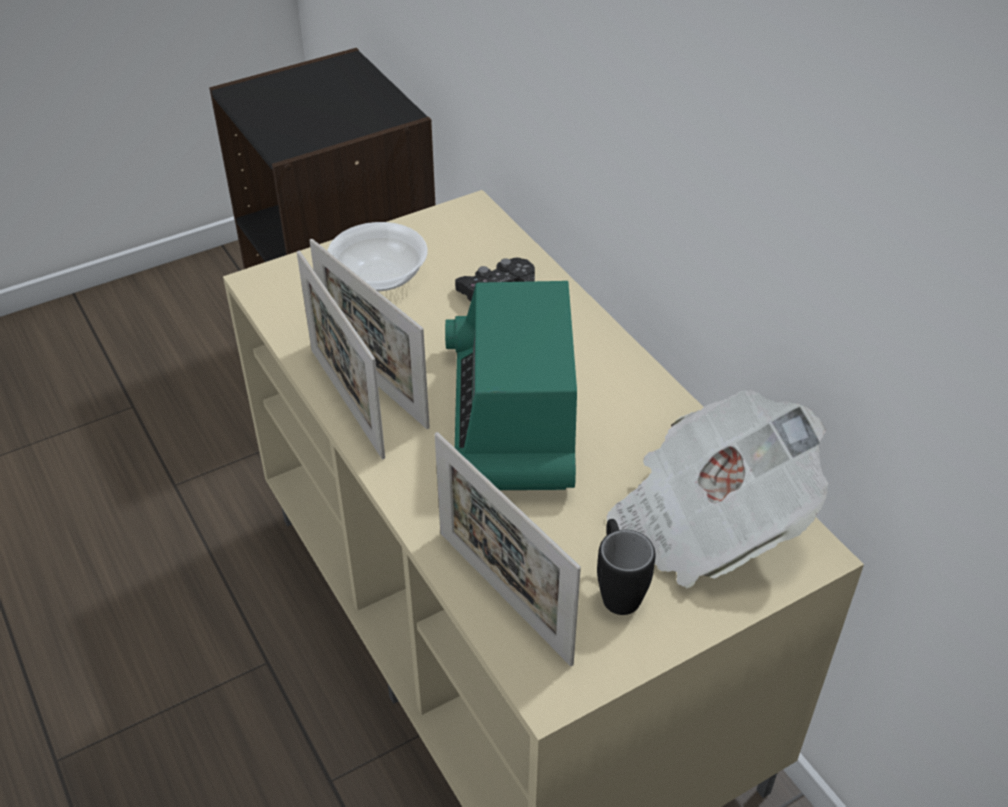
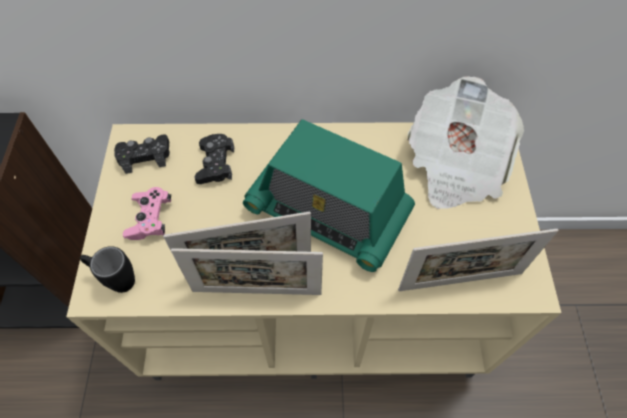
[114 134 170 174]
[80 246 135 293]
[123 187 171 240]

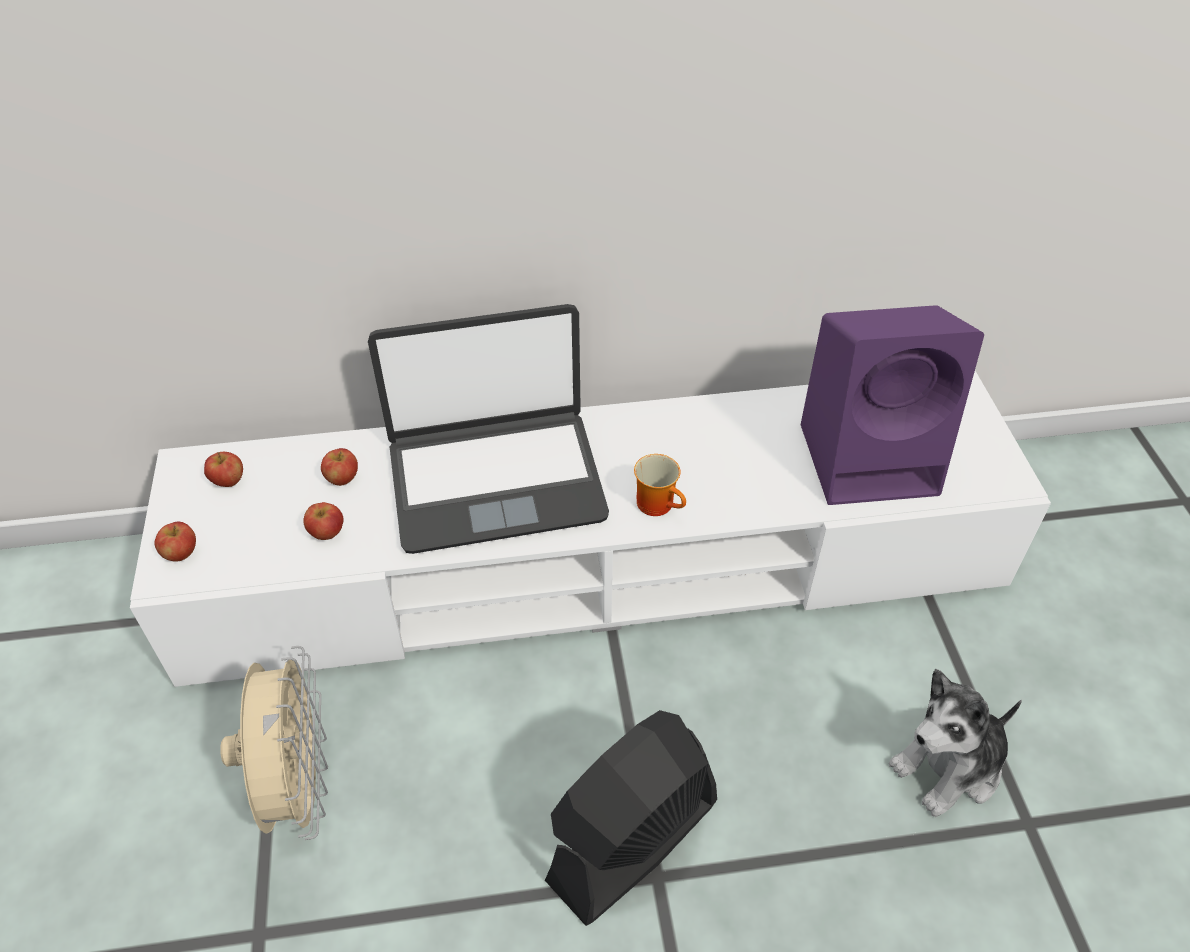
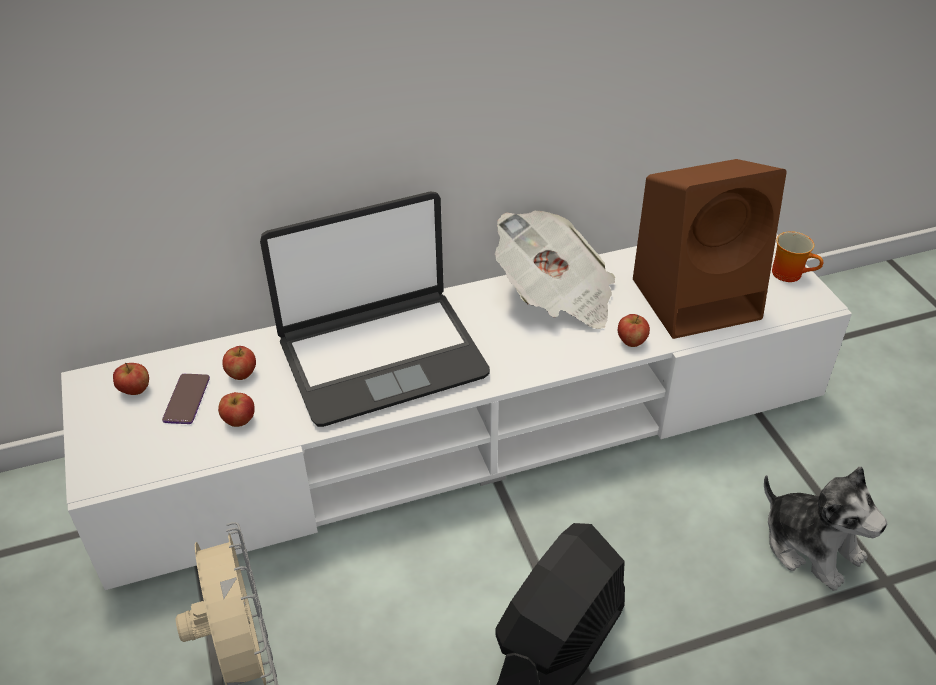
[162 374 210 424]
[495 211 615 329]
[618 314 650 347]
[772 231 823 282]
[633 159 786 339]
[764 467 887 591]

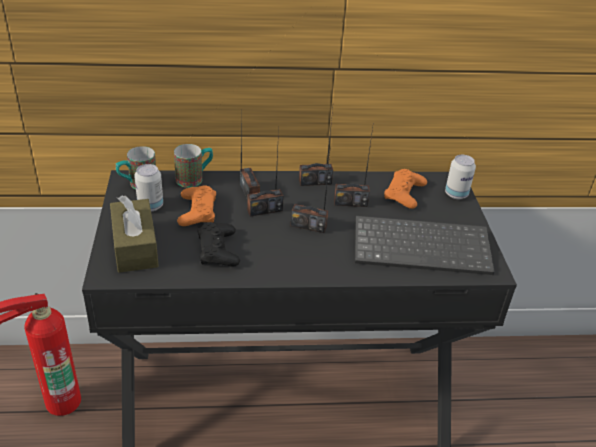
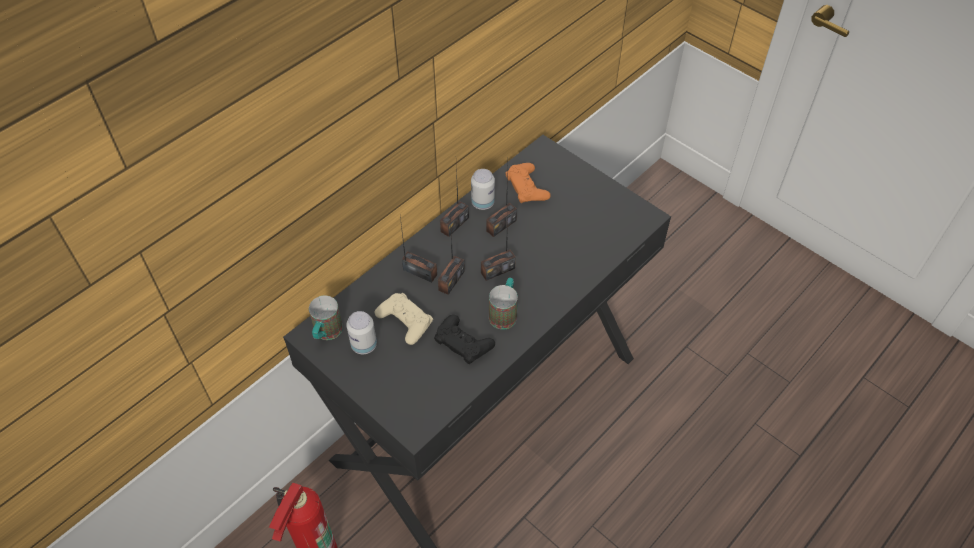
[110 195 159 273] (first image)
[355 216 495 275] (first image)
[489 278 518 329]
[471 169 495 210]
[375 293 433 345]

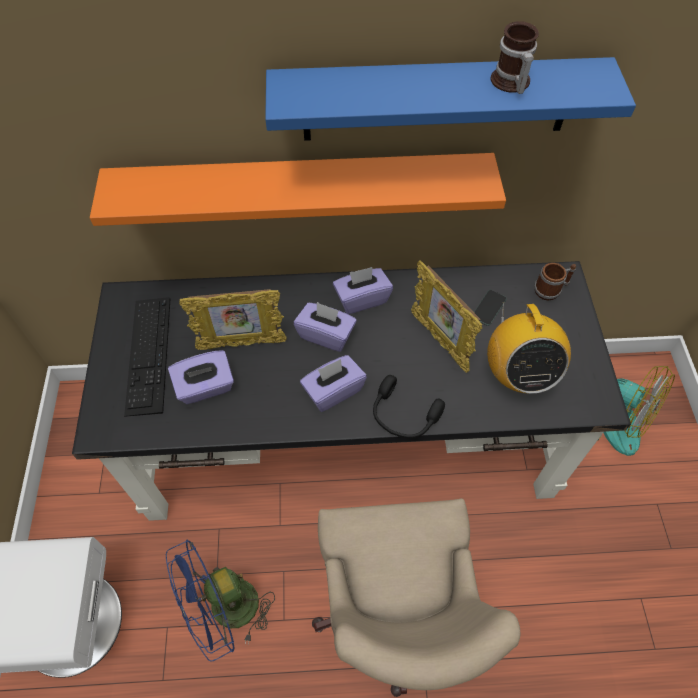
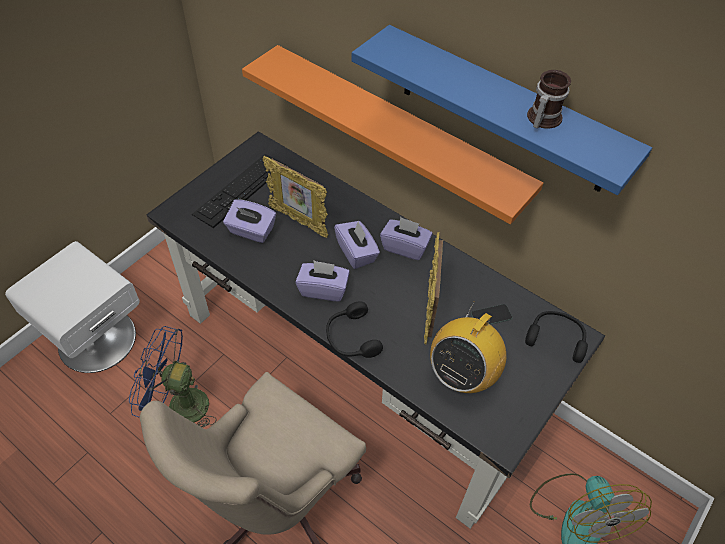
[525 311 588 363]

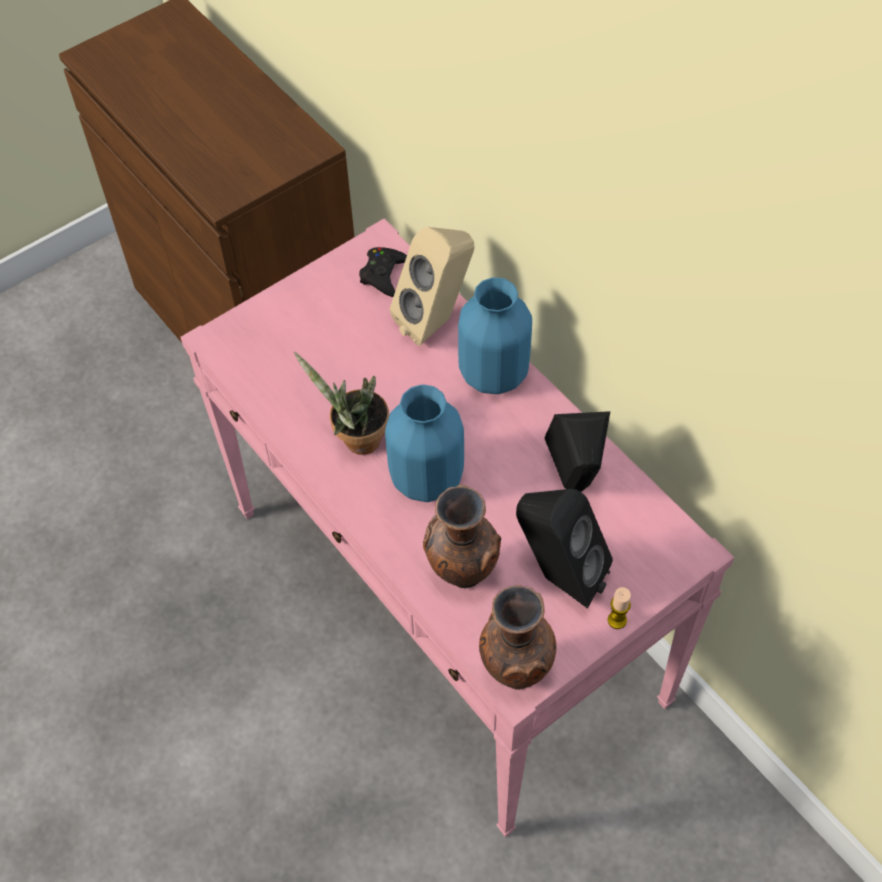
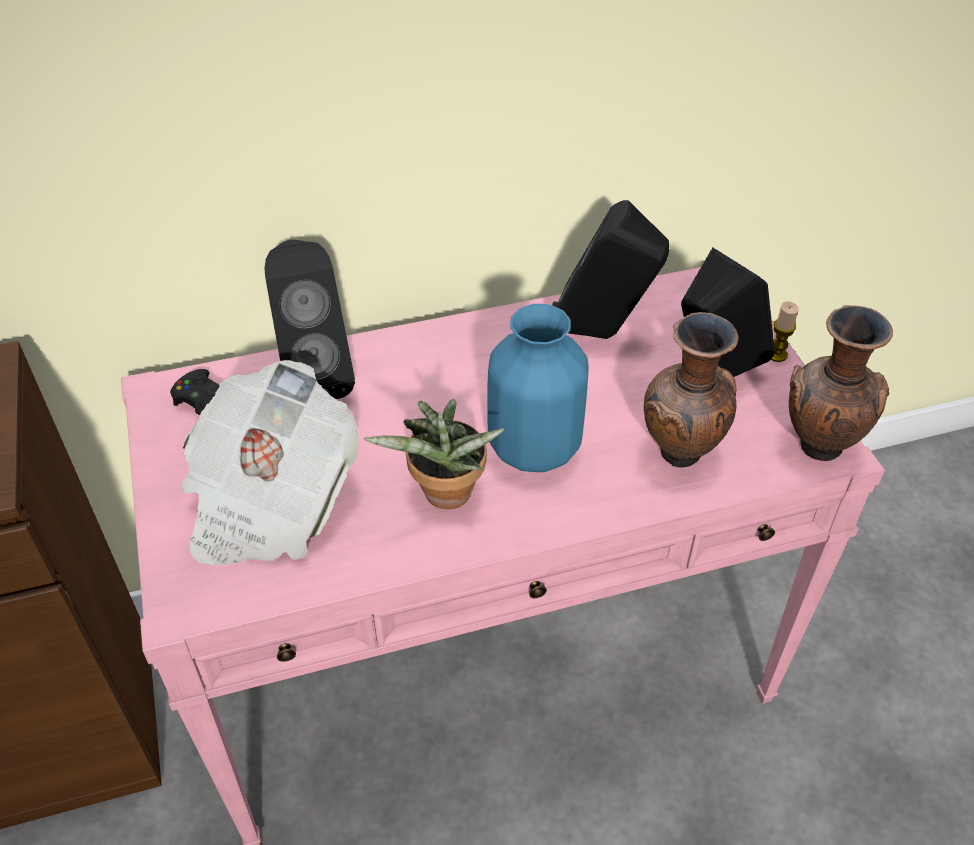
[458 277 532 394] (first image)
[181 360 359 565]
[264 240 355 399]

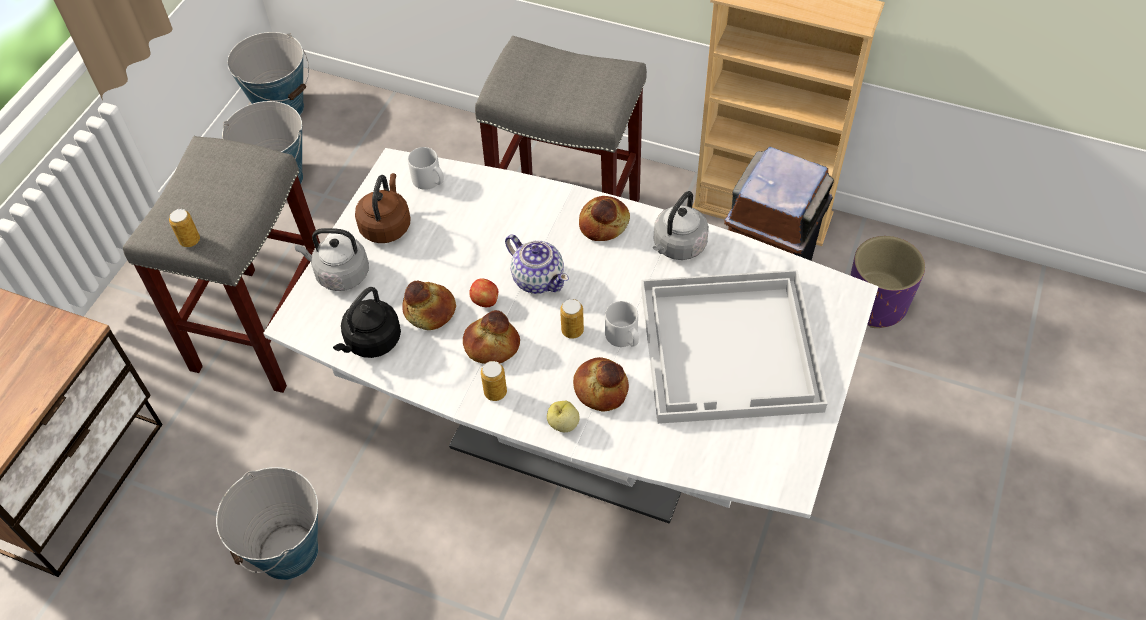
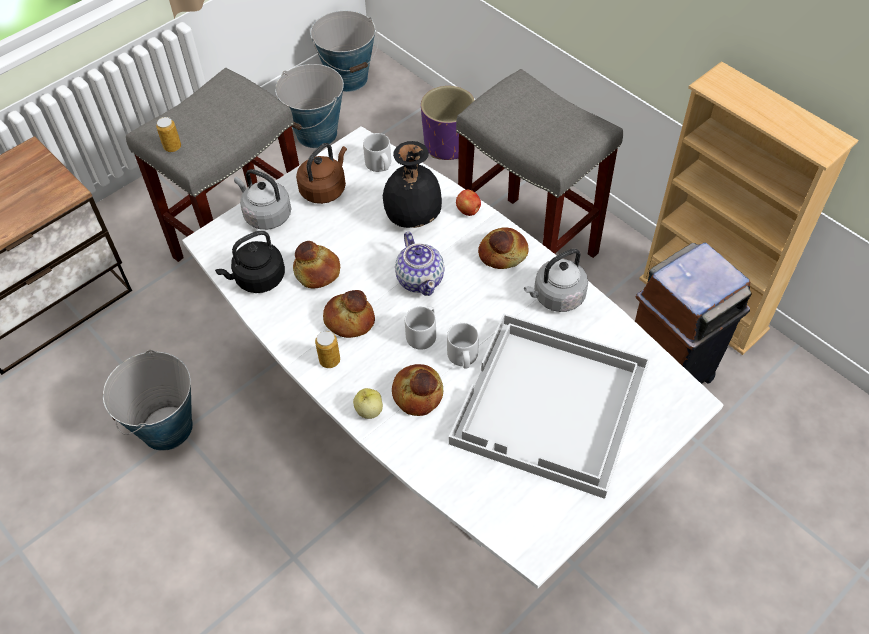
[383 141 442 228]
[456 190 481 216]
[421 86 475 160]
[405 306 436 350]

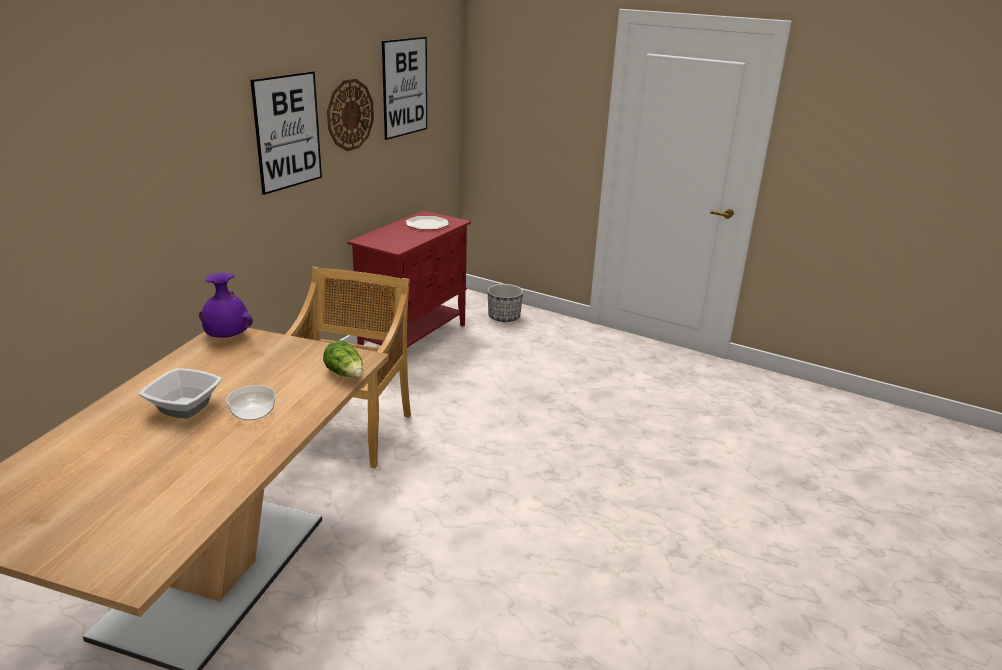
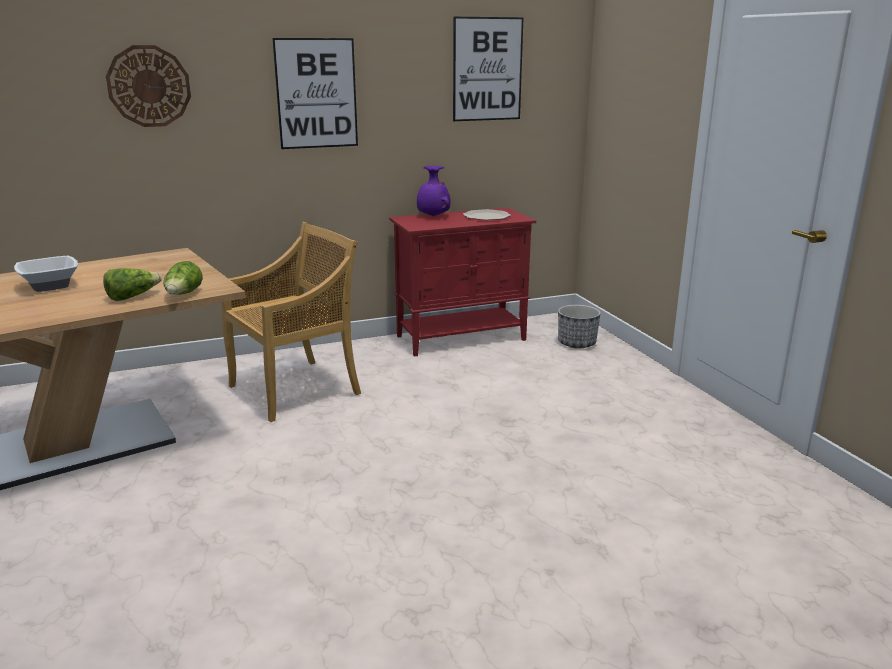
[226 385 276 420] (first image)
[103 268 162 301]
[417 166 451 216]
[106 45 191 127]

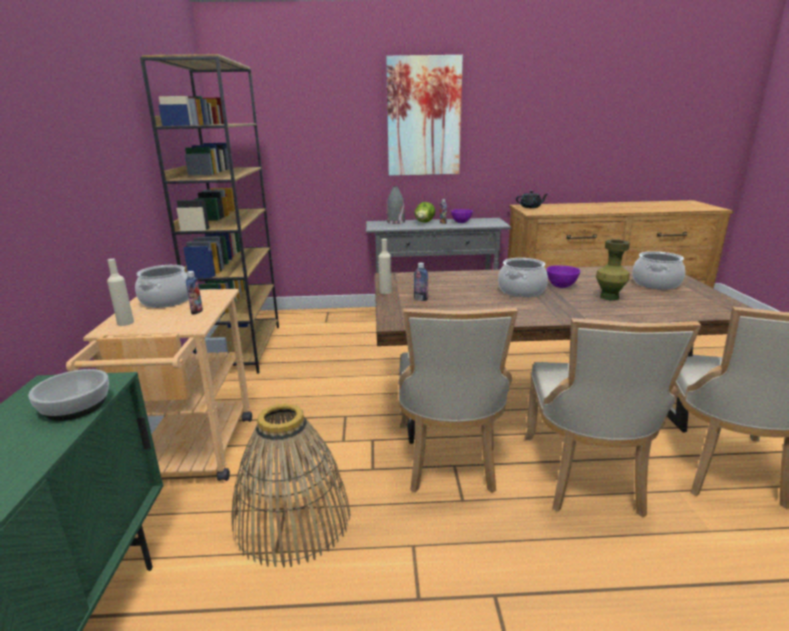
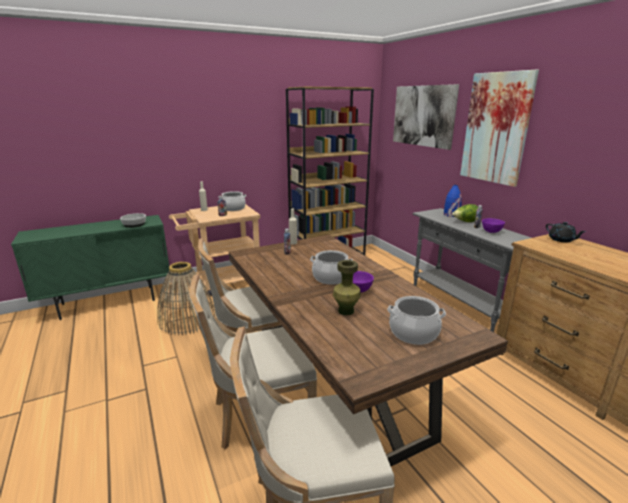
[393 84 459 150]
[444 185 462 217]

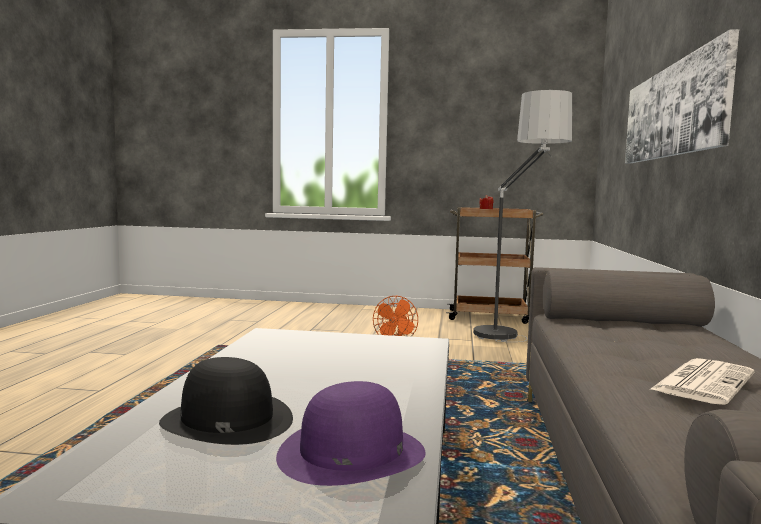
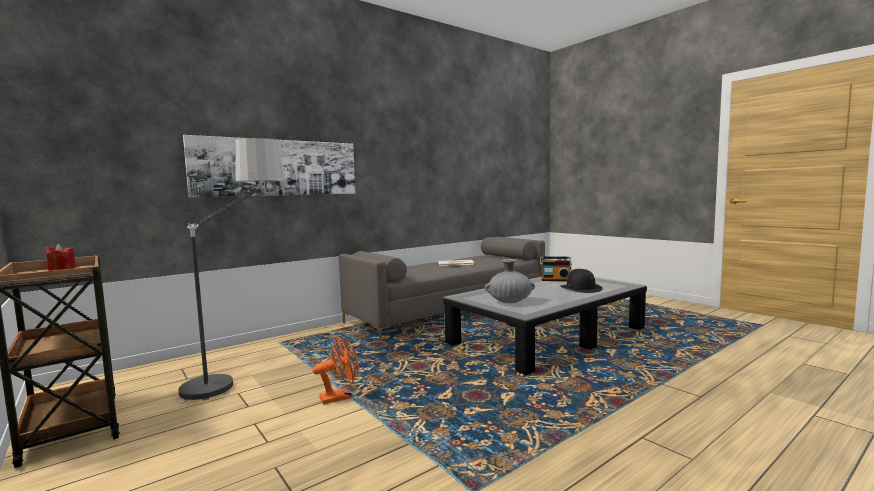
[485 259 535 303]
[540 257 572 281]

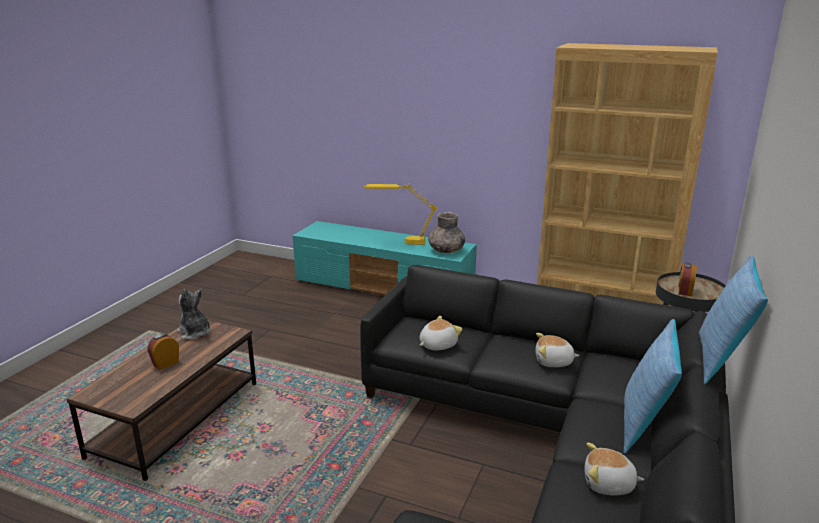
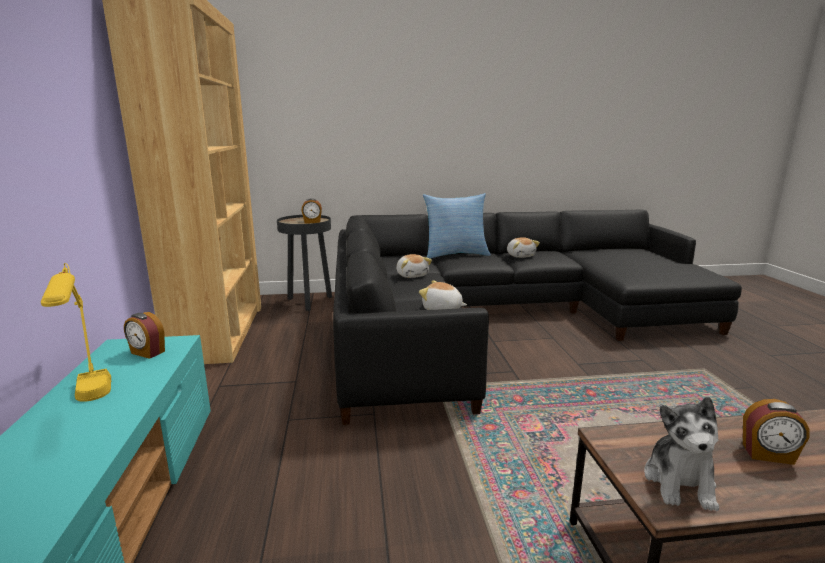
[699 255 768 384] (first image)
[124 312 165 359]

